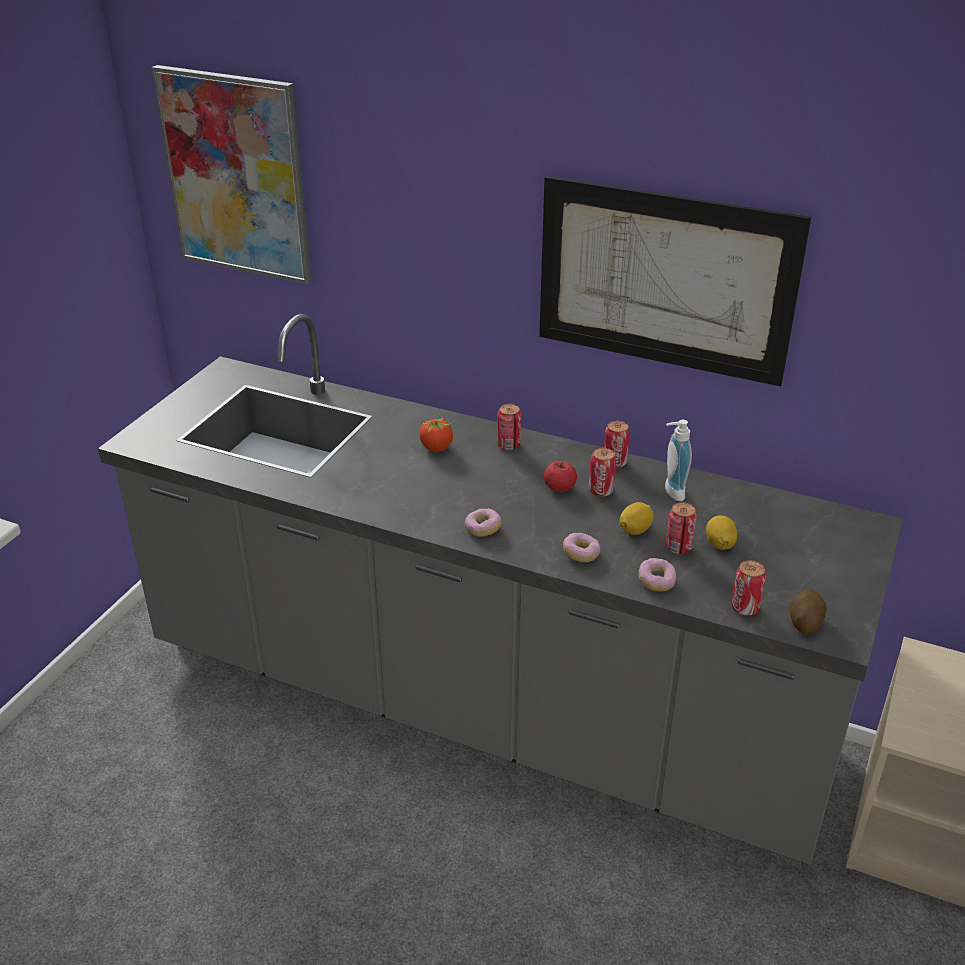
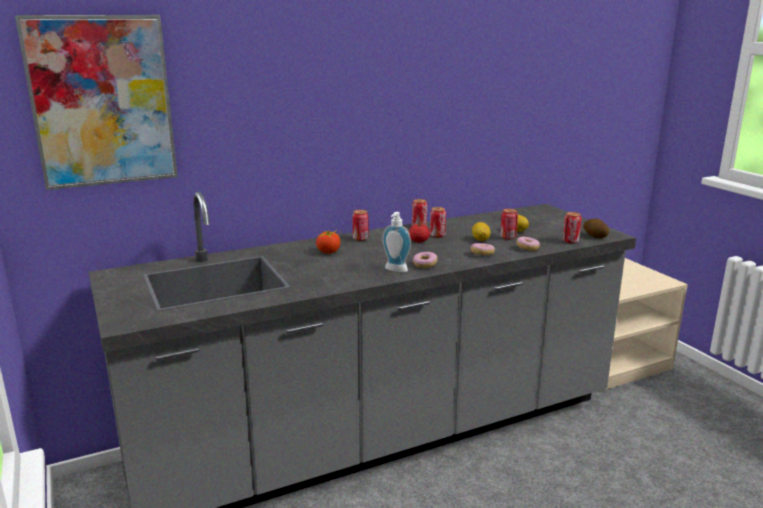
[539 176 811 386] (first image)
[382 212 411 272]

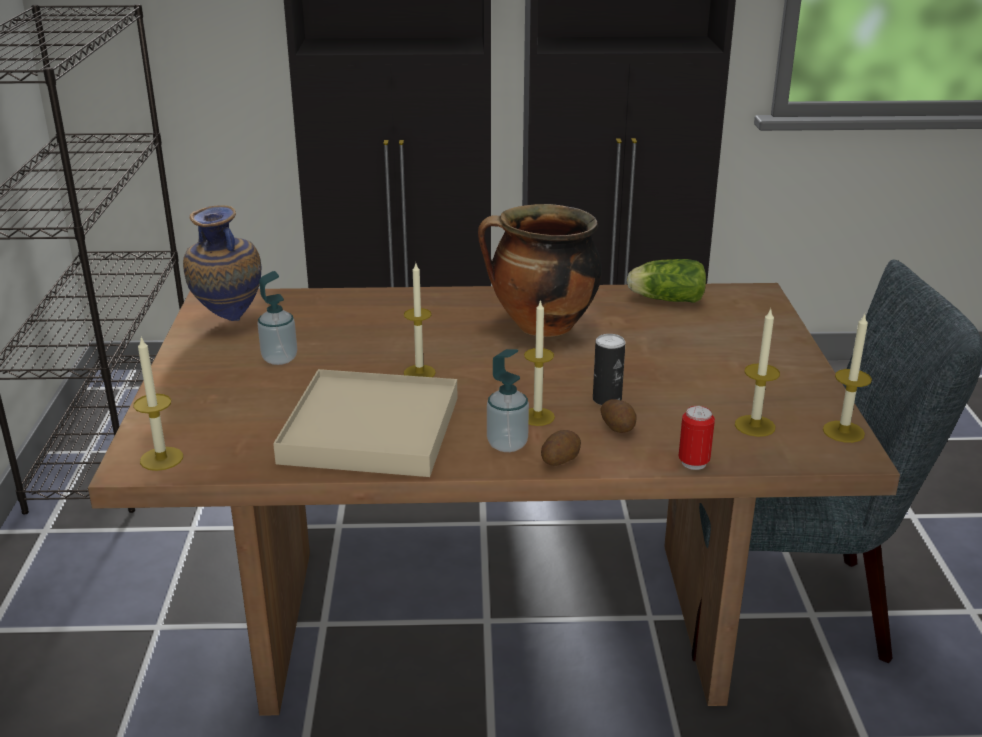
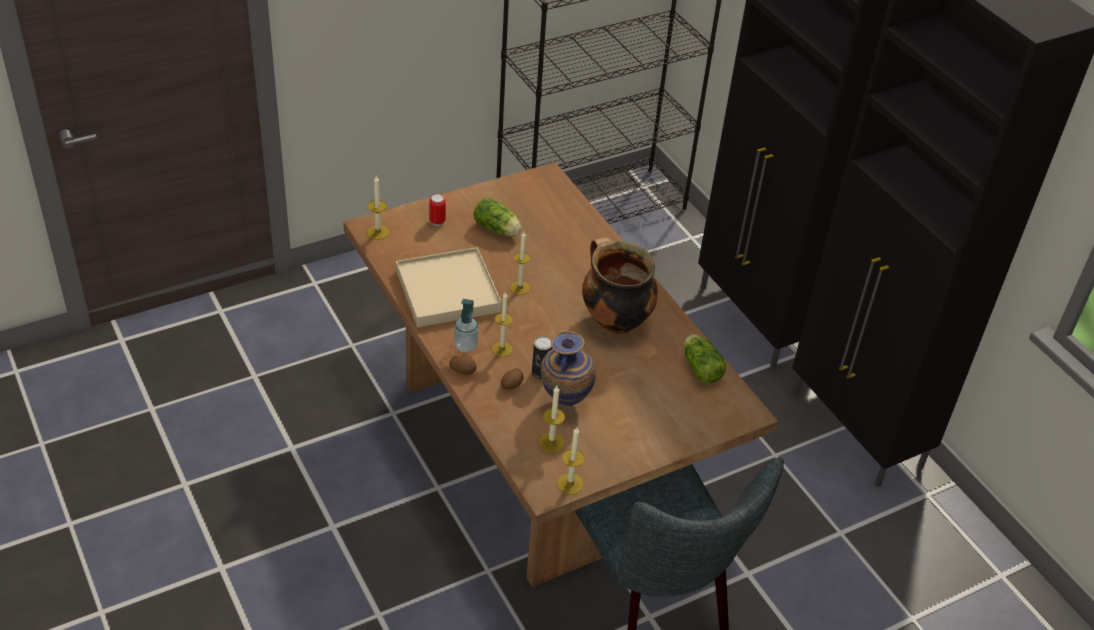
[540 330 596 407]
[429 194 446 226]
[474 198 522 236]

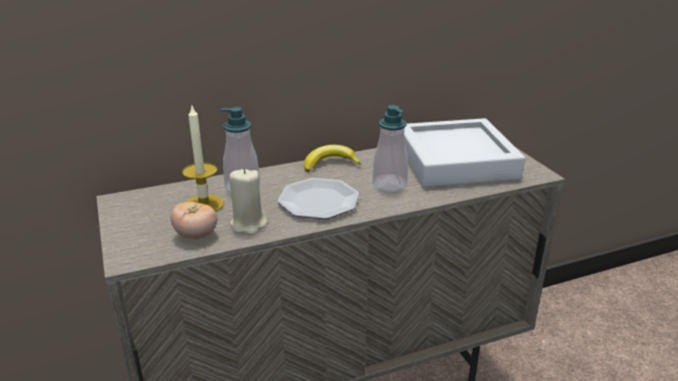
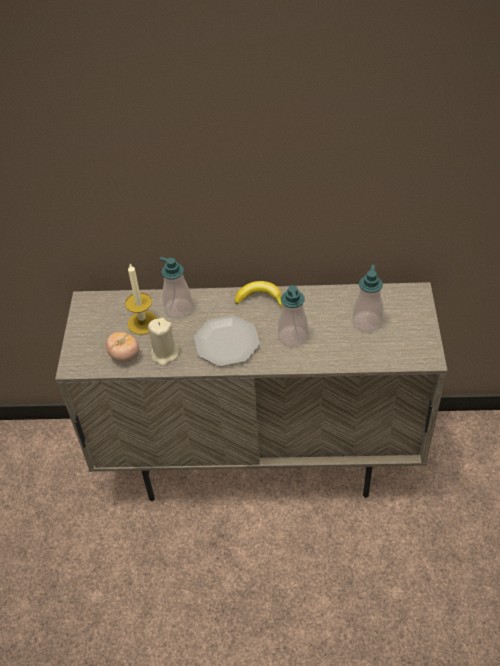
[352 265 383 332]

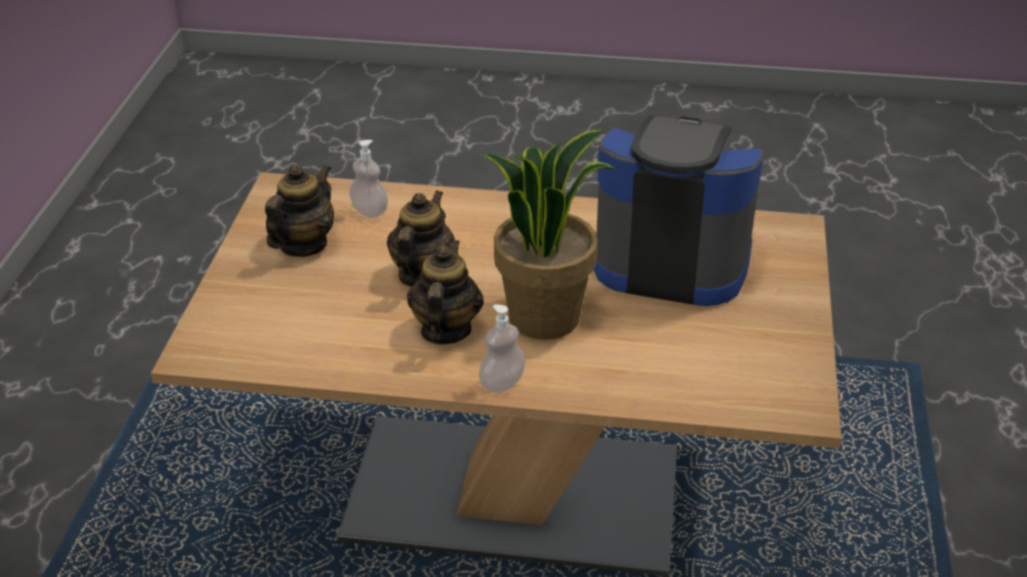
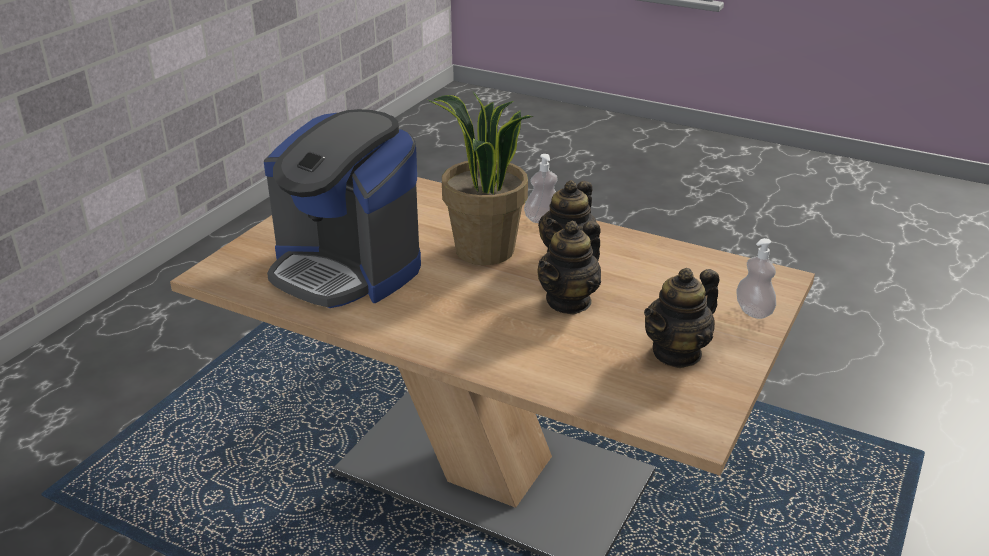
[736 238 776 319]

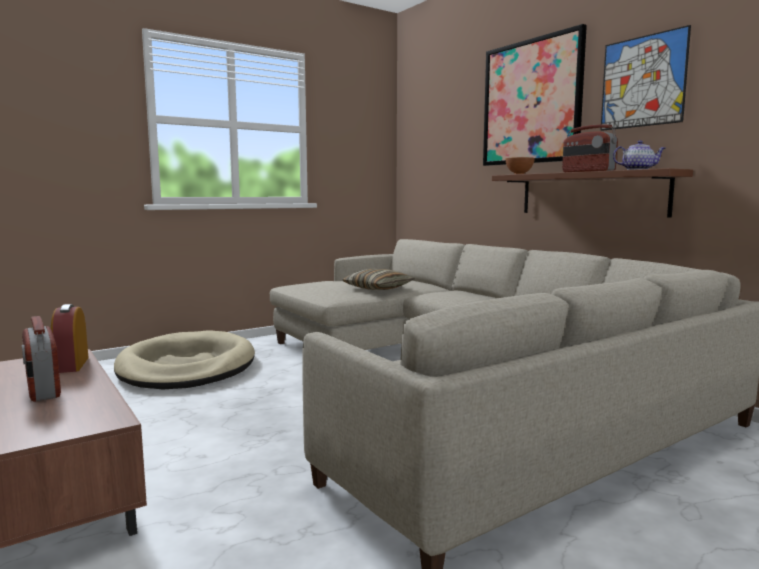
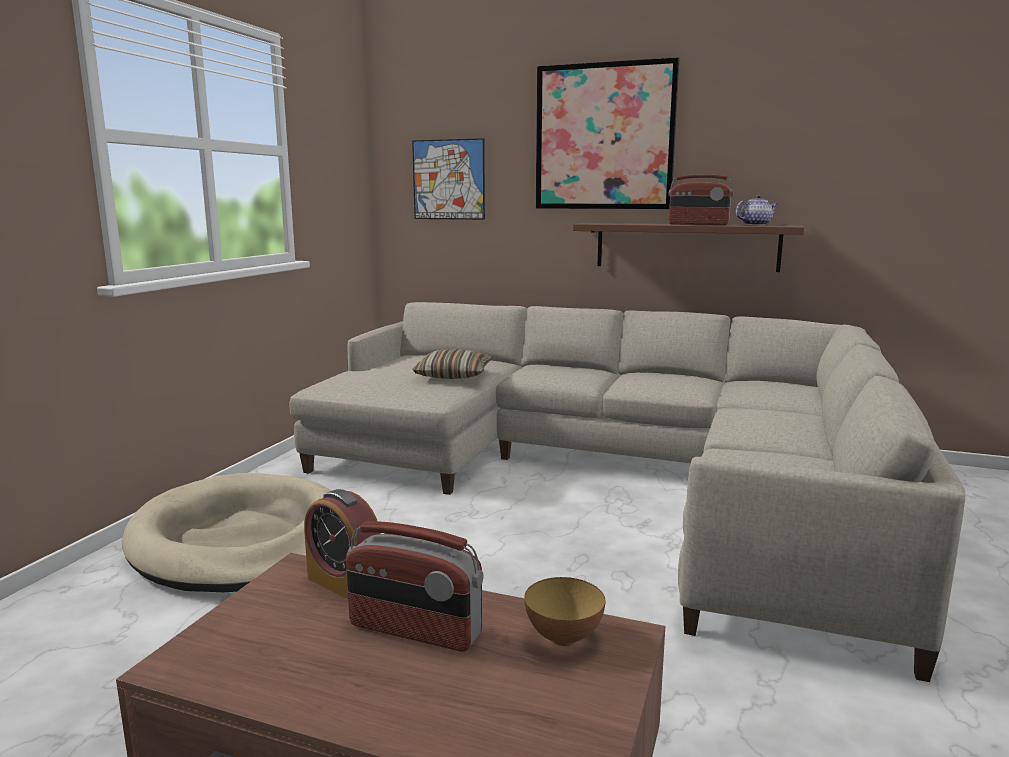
[524 577 605 646]
[412 138 485 220]

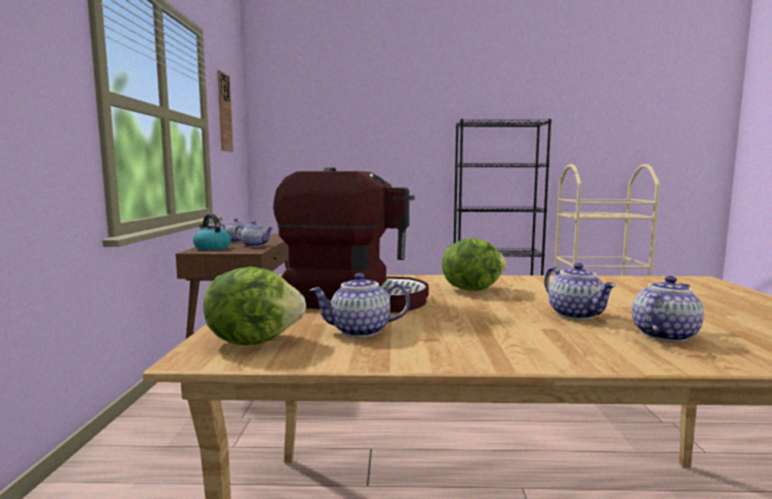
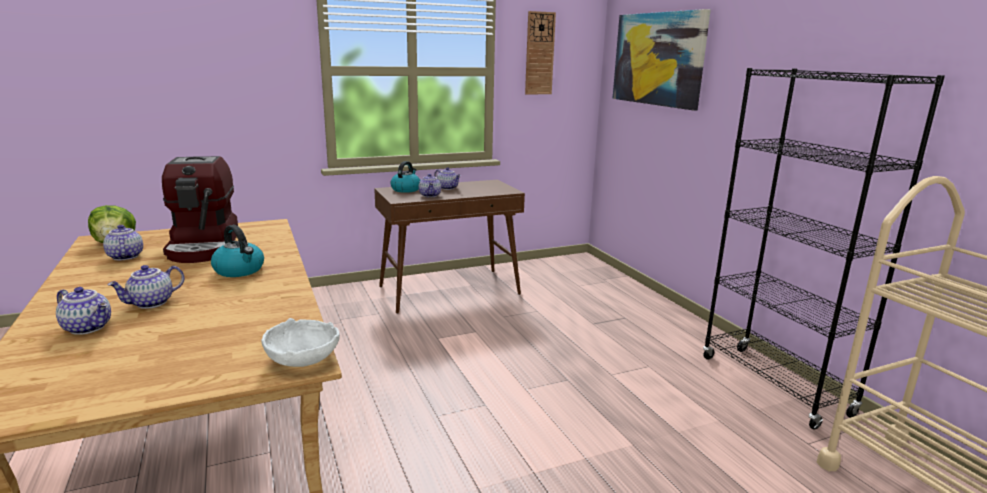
[261 318 340 367]
[613 9 711 110]
[211 225 264 277]

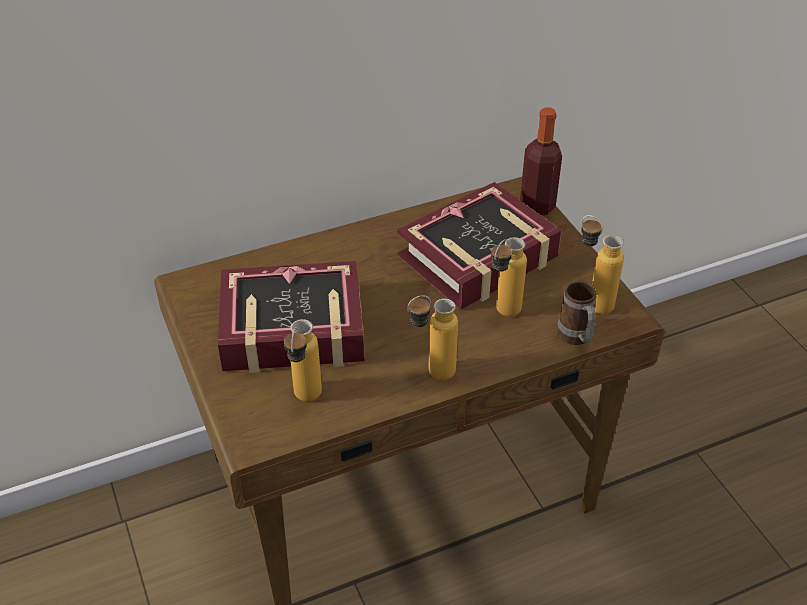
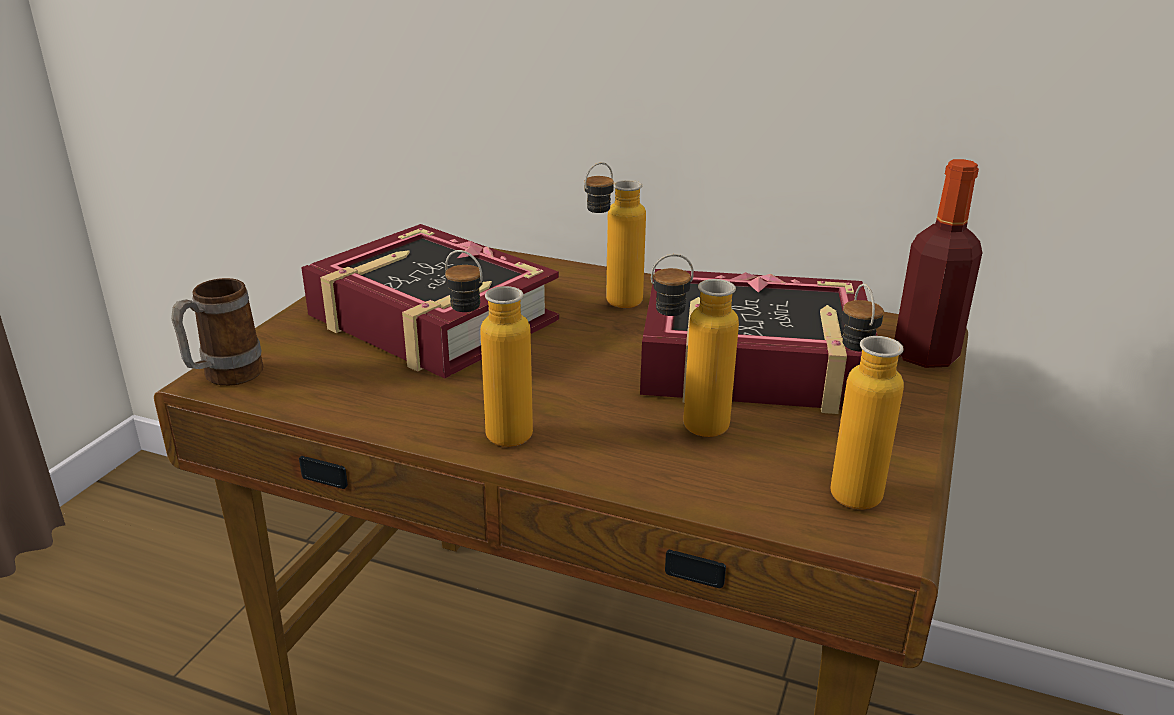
[584 162 646 308]
[171 278 263 386]

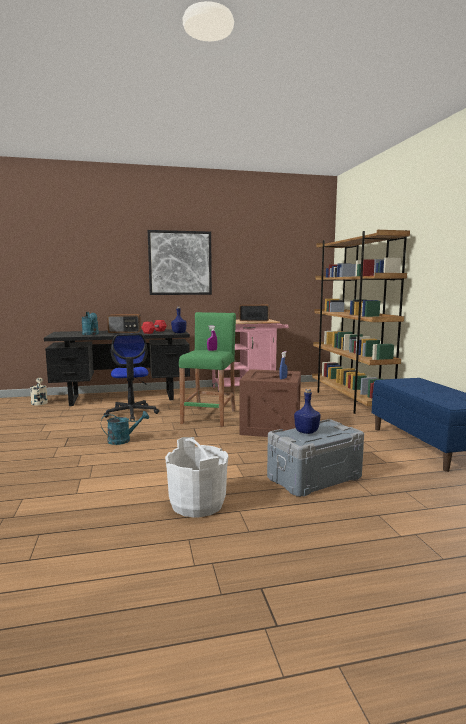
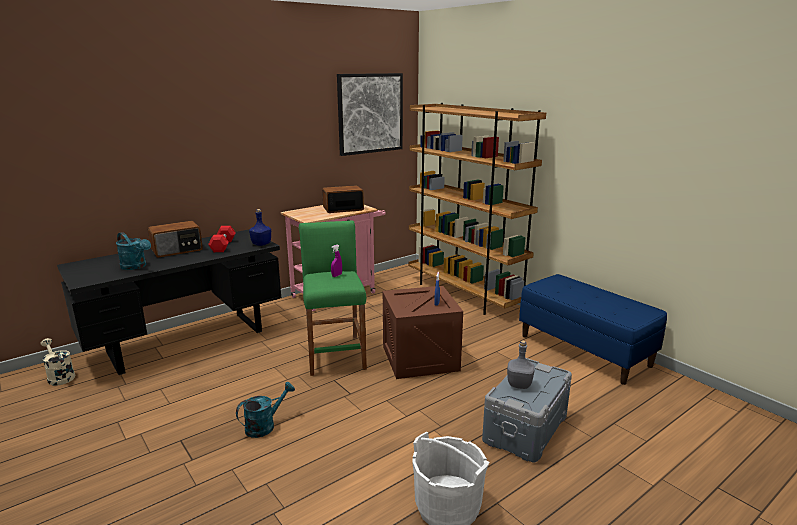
[103 334 159 421] (first image)
[337 73 403 156]
[507 341 535 389]

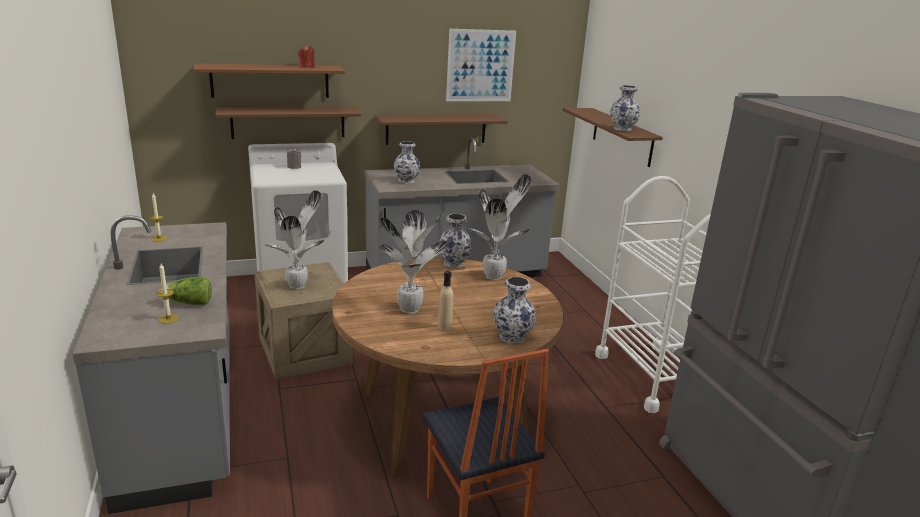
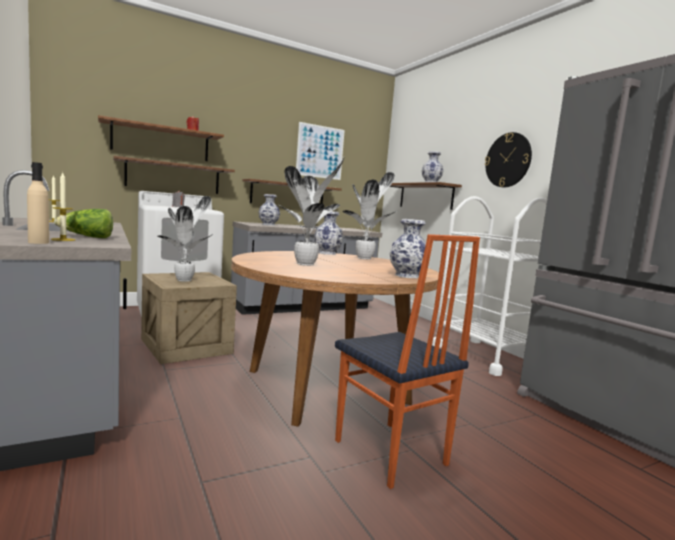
[485 132 532 188]
[27 162 49 244]

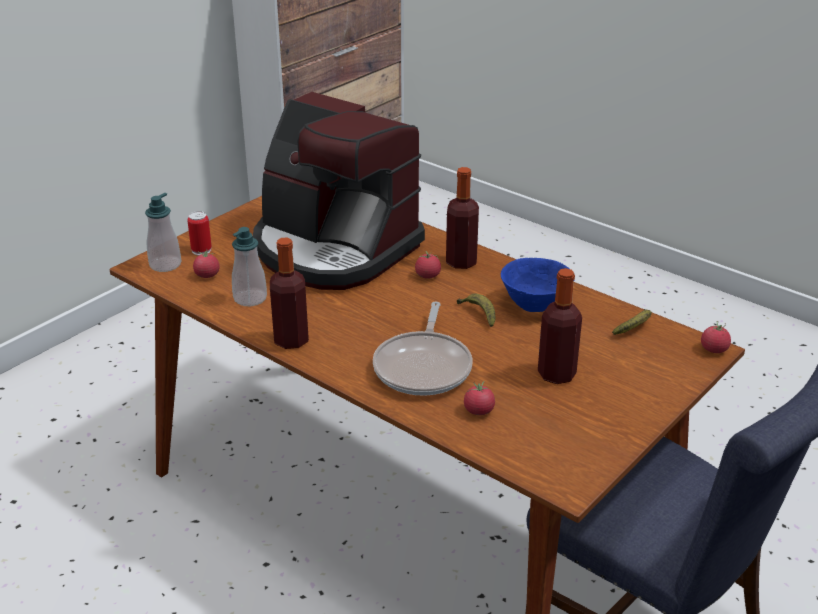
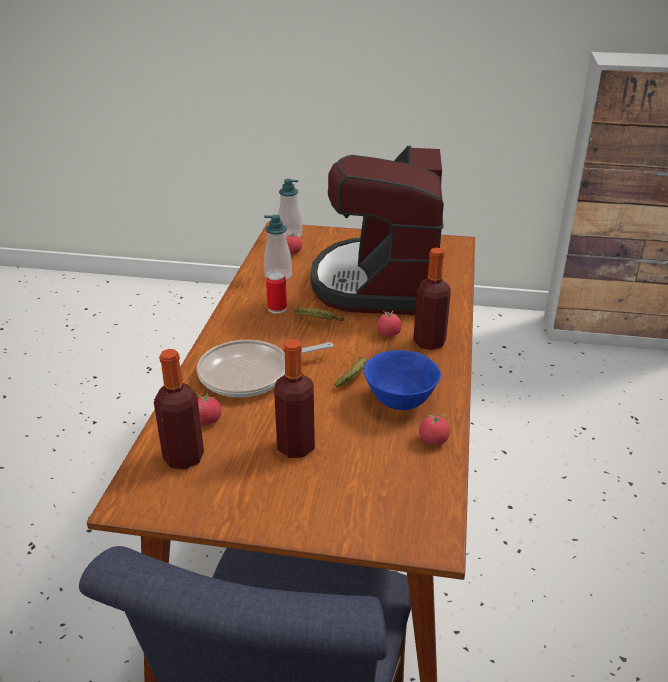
[266 272 287 314]
[154 349 204 470]
[293 308 344 321]
[419 414 450 445]

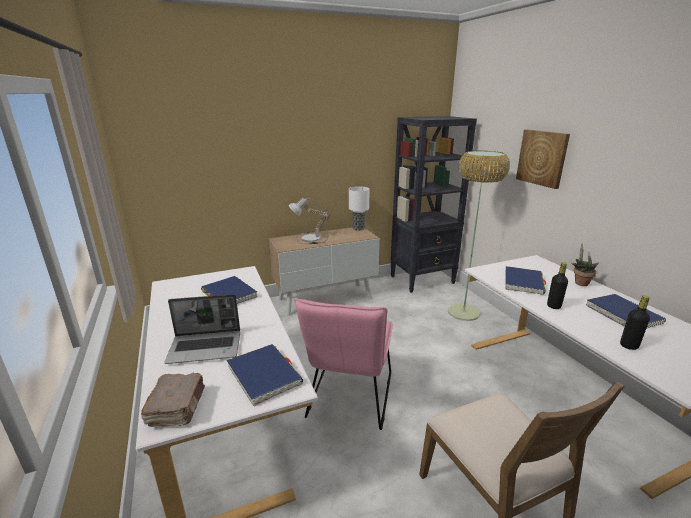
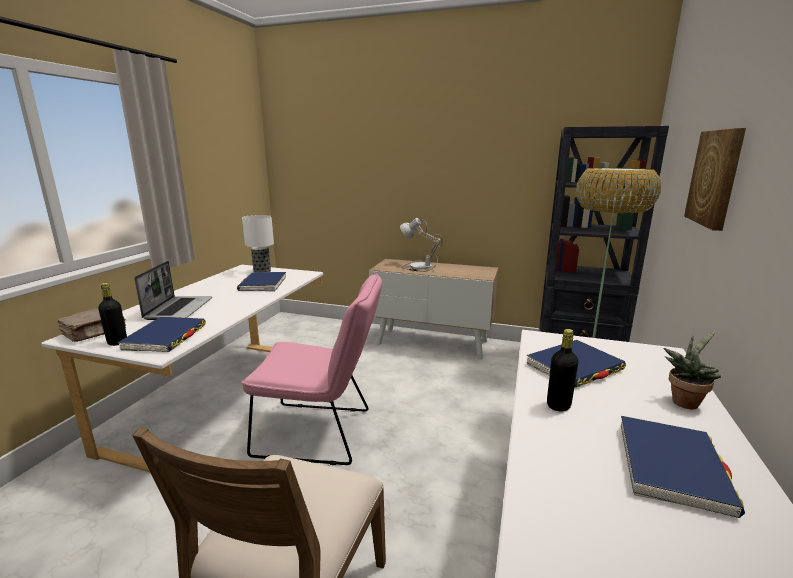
[242 215 274 272]
[98 283 127 346]
[134 261 212 320]
[241 273 382 465]

